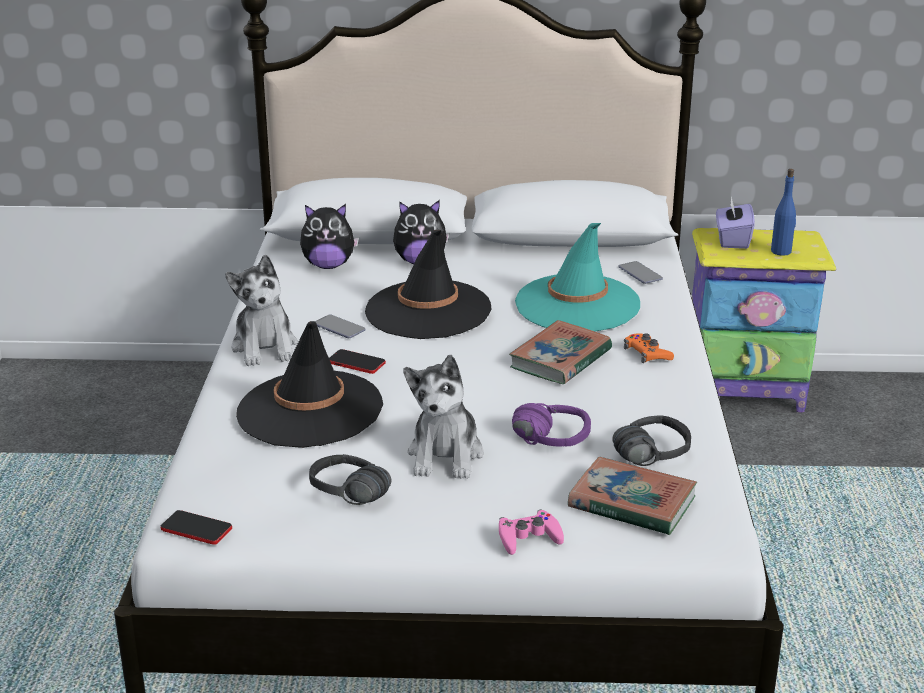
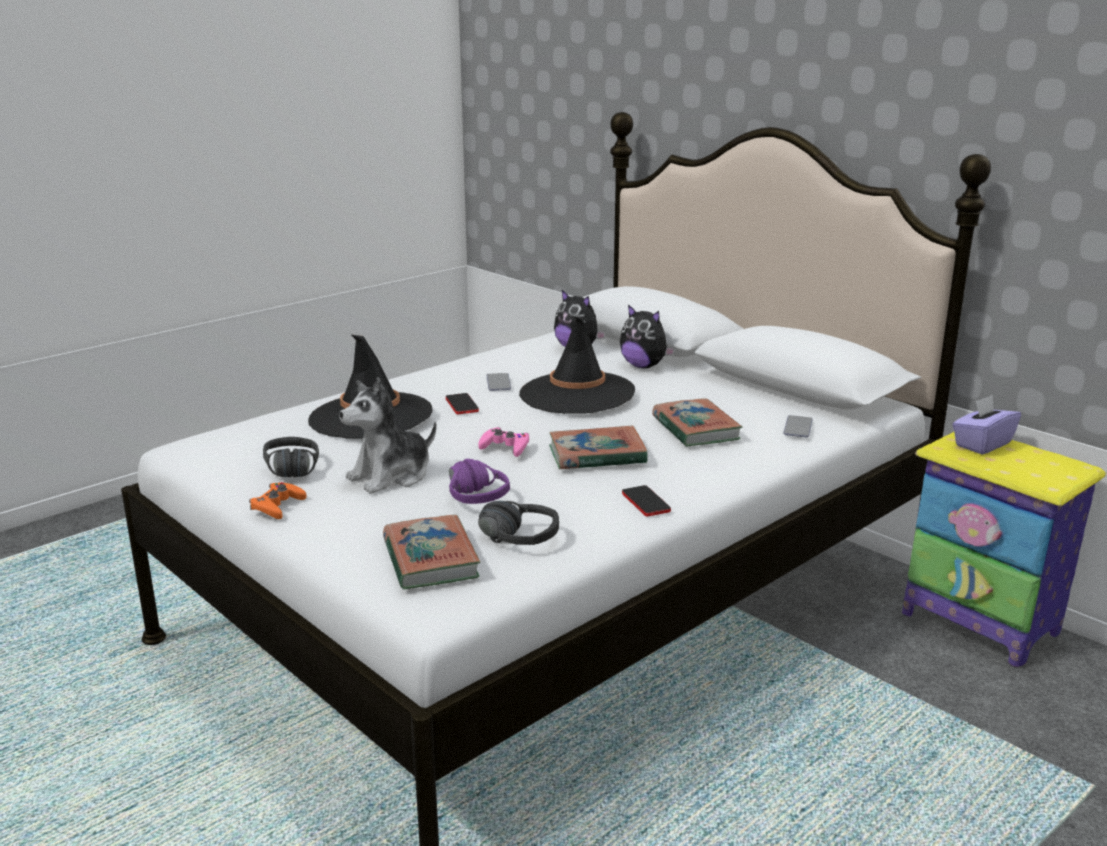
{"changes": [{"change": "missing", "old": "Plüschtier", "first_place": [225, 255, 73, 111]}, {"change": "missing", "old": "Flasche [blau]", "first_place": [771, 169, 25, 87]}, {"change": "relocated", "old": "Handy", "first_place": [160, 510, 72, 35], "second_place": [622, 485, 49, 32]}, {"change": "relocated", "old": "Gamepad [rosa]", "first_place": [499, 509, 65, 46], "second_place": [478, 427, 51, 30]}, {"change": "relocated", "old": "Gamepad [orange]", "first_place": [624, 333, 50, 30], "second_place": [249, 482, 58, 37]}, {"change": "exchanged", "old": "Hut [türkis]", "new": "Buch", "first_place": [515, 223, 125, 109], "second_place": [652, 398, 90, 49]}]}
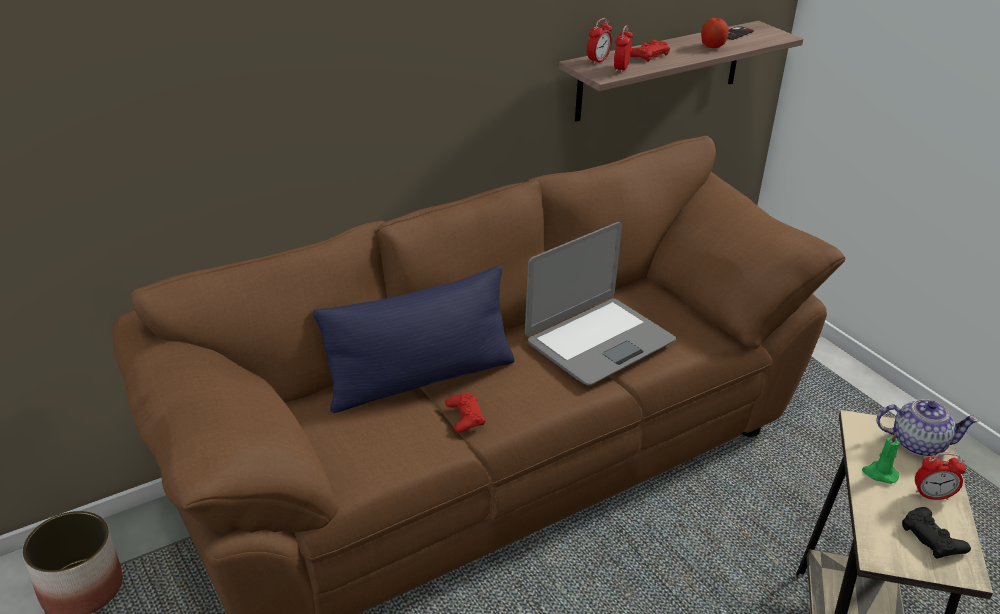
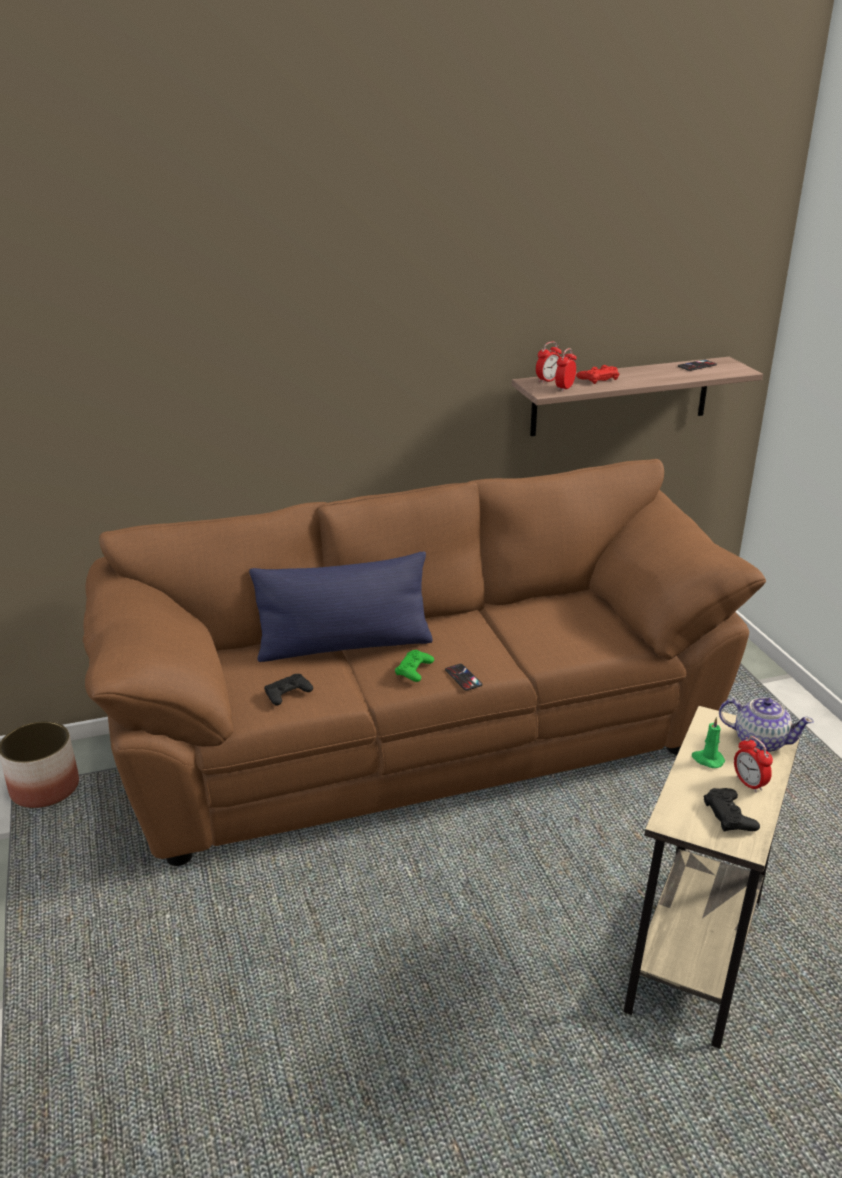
{"changes": [{"change": "missing", "old": "Gamepad [rot]", "first_place": [445, 393, 40, 40]}, {"change": "missing", "old": "Laptop", "first_place": [525, 222, 151, 163]}, {"change": "missing", "old": "Apfel", "first_place": [701, 18, 28, 30]}, {"change": "appeared", "new": "Gamepad [schwarz]", "second_place": [264, 674, 49, 32]}, {"change": "appeared", "new": "Gamepad [grün]", "second_place": [395, 650, 39, 32]}, {"change": "appeared", "new": "Handy", "second_place": [445, 664, 37, 27]}, {"change": "spun", "old": "Wecker", "first_place": [915, 453, 51, 47], "second_place": [734, 736, 39, 57], "degrees": 45}]}
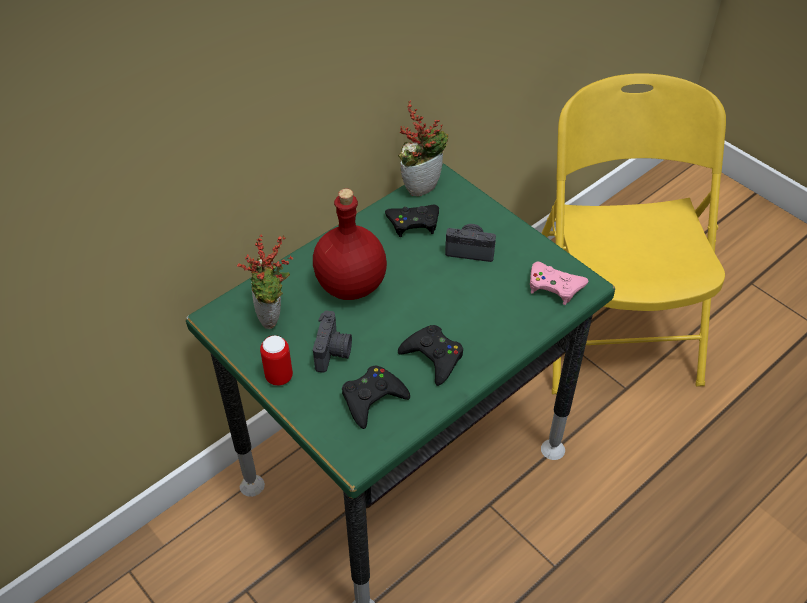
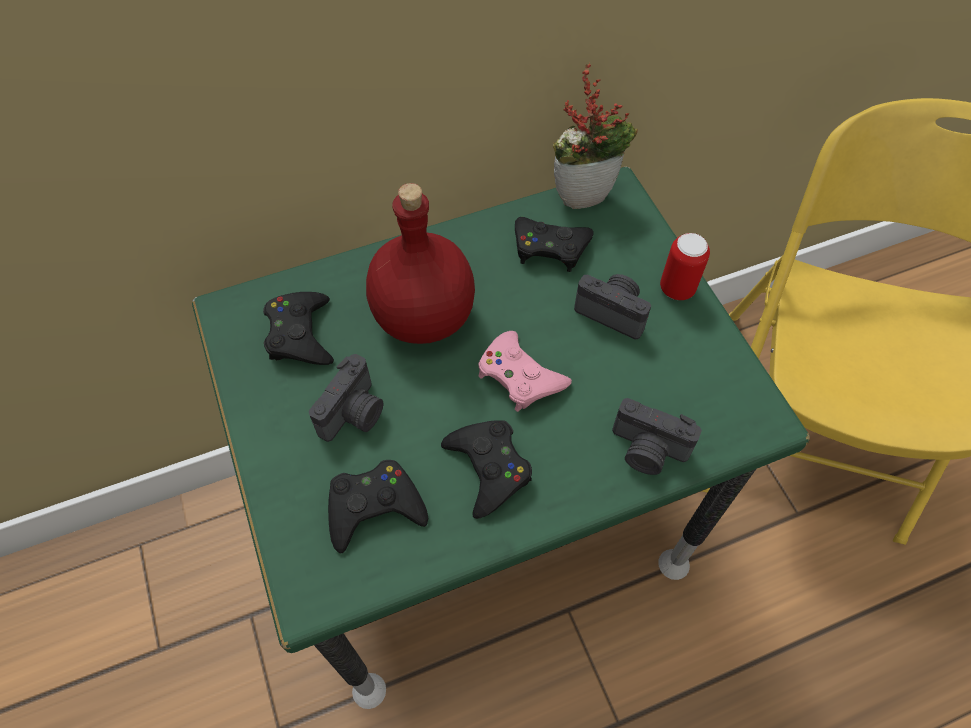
{"changes": [{"change": "appeared", "new": "Kamera", "second_place": [612, 398, 90, 77]}, {"change": "relocated", "old": "Dose", "first_place": [260, 335, 33, 51], "second_place": [660, 233, 50, 67]}, {"change": "relocated", "old": "Gamepad [rosa]", "first_place": [530, 262, 59, 43], "second_place": [478, 331, 94, 81]}, {"change": "exchanged", "old": "Topfpflanze", "new": "Gamepad [schwarz]", "first_place": [237, 235, 56, 94], "second_place": [263, 292, 71, 73]}]}
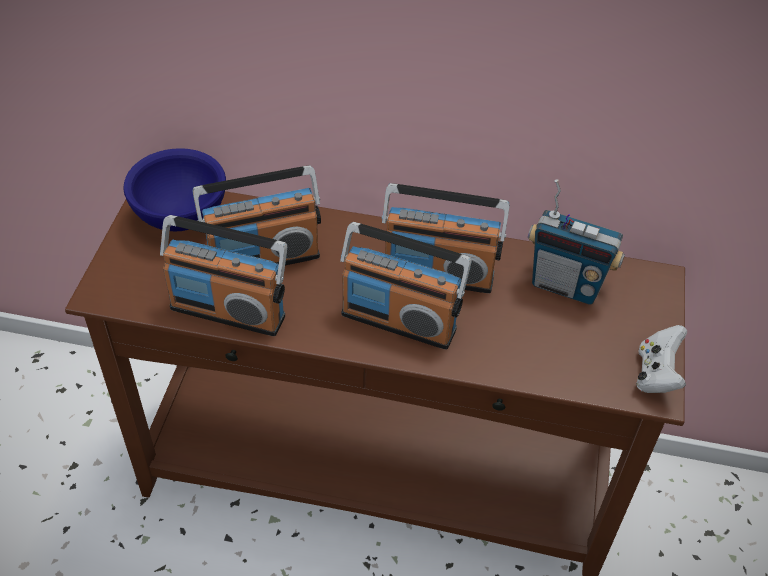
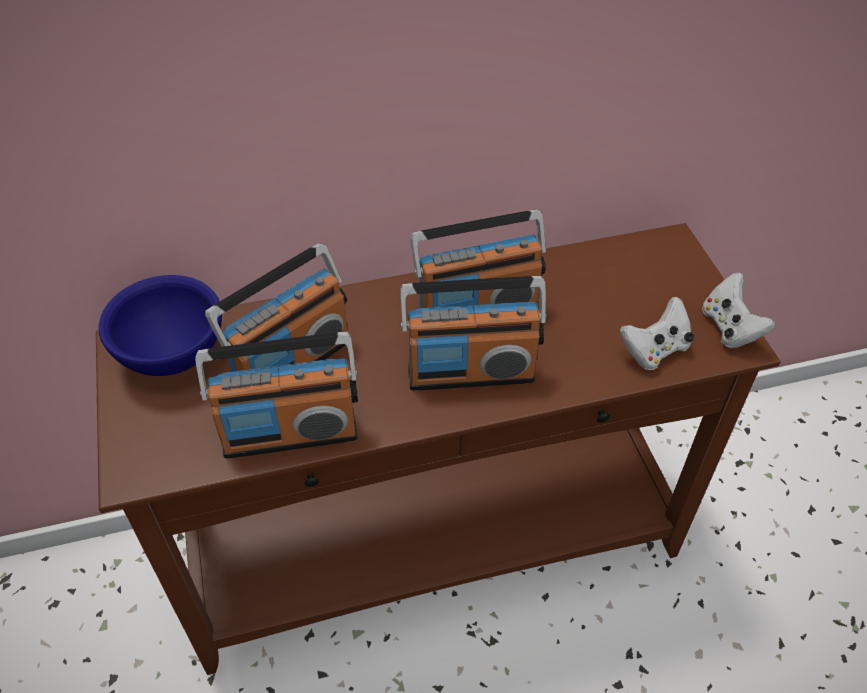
{"changes": [{"change": "missing", "old": "Radio", "first_place": [528, 179, 97, 126]}, {"change": "appeared", "new": "Gamepad [weiß]", "second_place": [620, 297, 74, 73]}]}
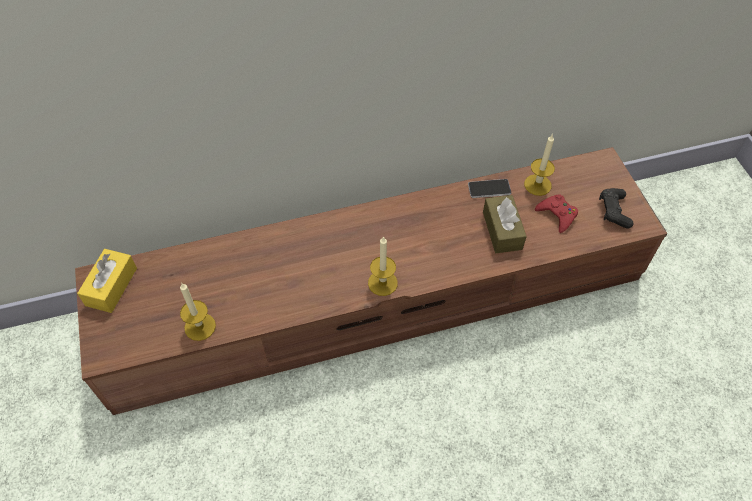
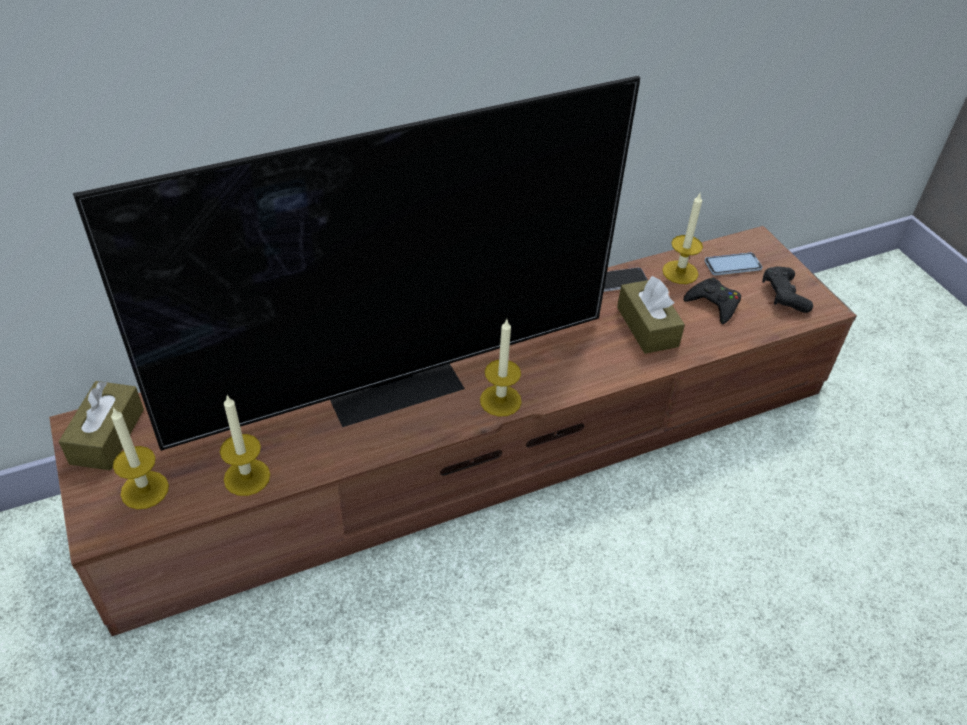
{"changes": [{"change": "appeared", "new": "Fernseher", "second_place": [73, 76, 567, 375]}, {"change": "appeared", "new": "Kerze", "second_place": [111, 407, 58, 102]}, {"change": "appeared", "new": "Handy", "second_place": [704, 253, 58, 22]}, {"change": "colour", "old": "Taschentuchbox [gelb]", "new": "Taschentuchbox [braun]", "first_place": [77, 249, 60, 64], "second_place": [58, 381, 86, 89]}, {"change": "colour", "old": "Gamepad [rot]", "new": "Gamepad [schwarz]", "first_place": [535, 194, 43, 39], "second_place": [684, 277, 57, 47]}]}
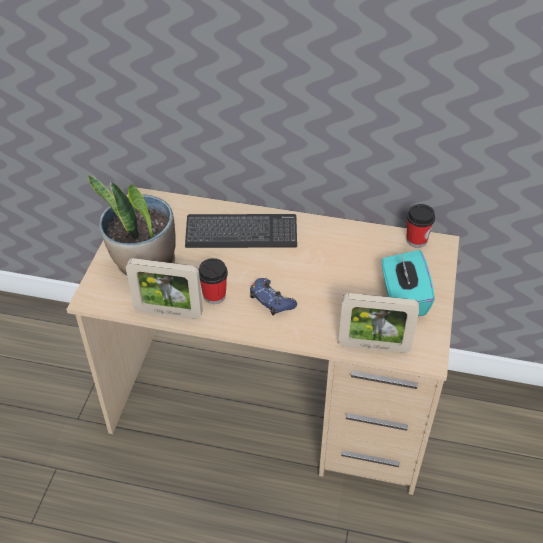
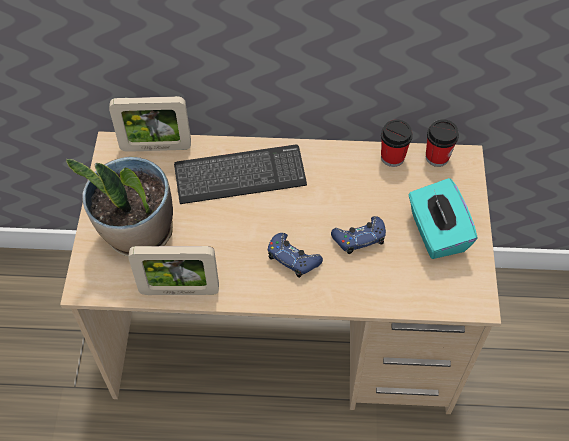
{"changes": [{"change": "appeared", "new": "Gamepad [blau]", "second_place": [331, 216, 55, 38]}, {"change": "relocated", "old": "Tasse", "first_place": [198, 258, 30, 46], "second_place": [381, 120, 32, 47]}, {"change": "relocated", "old": "Bilderrahmen", "first_place": [338, 293, 81, 60], "second_place": [109, 96, 82, 56]}]}
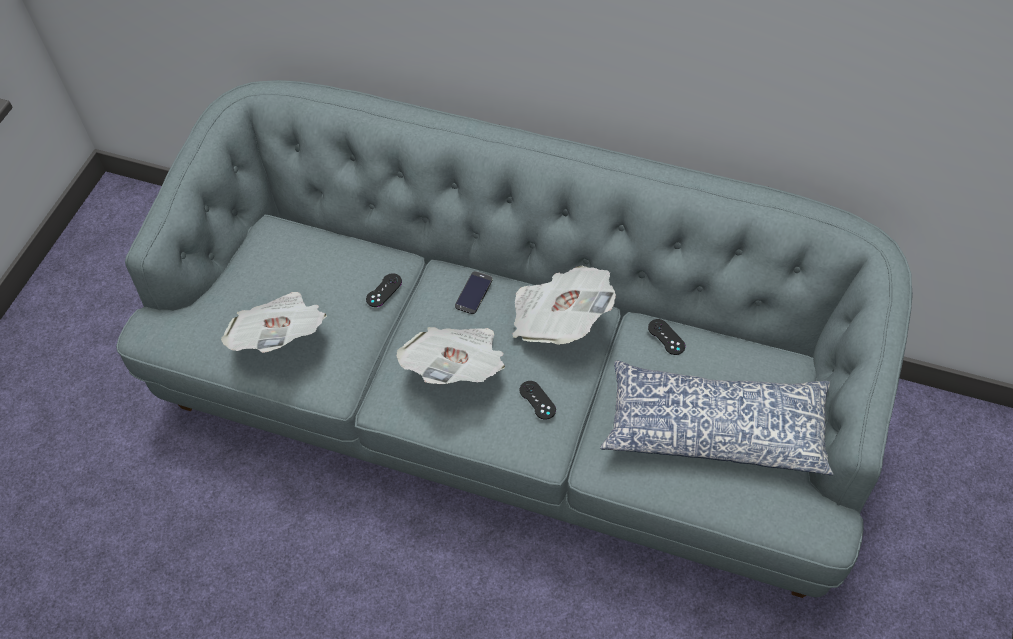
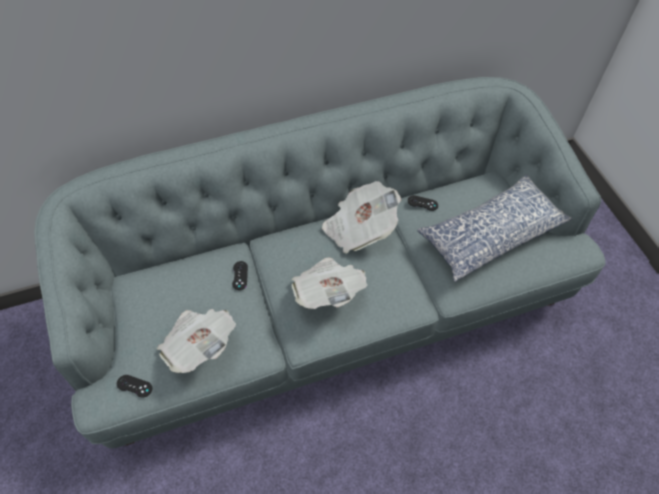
{"changes": [{"change": "missing", "old": "Handy", "first_place": [455, 271, 38, 43]}, {"change": "relocated", "old": "Gamepad [schwarz]", "first_place": [519, 381, 37, 39], "second_place": [117, 375, 35, 23]}]}
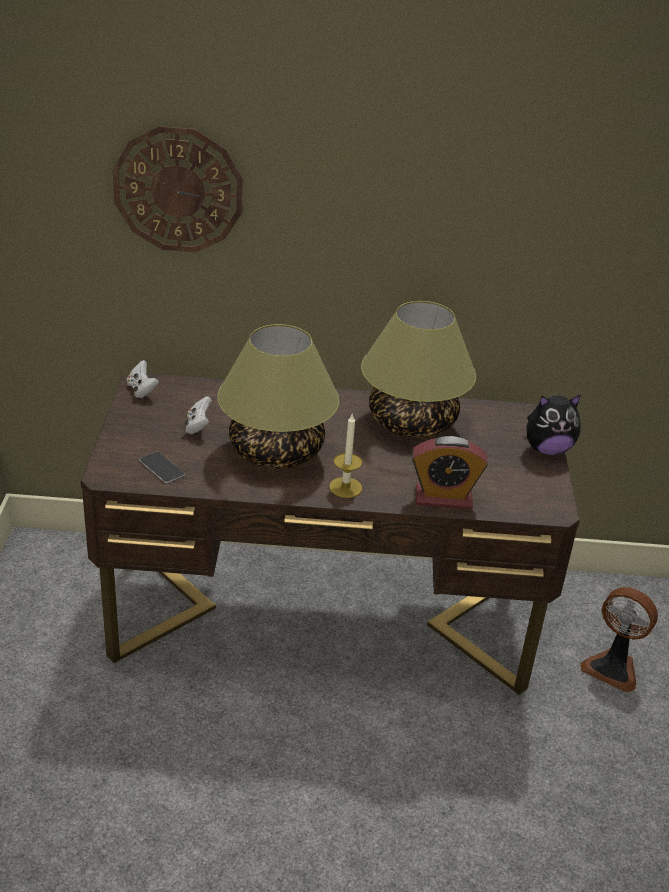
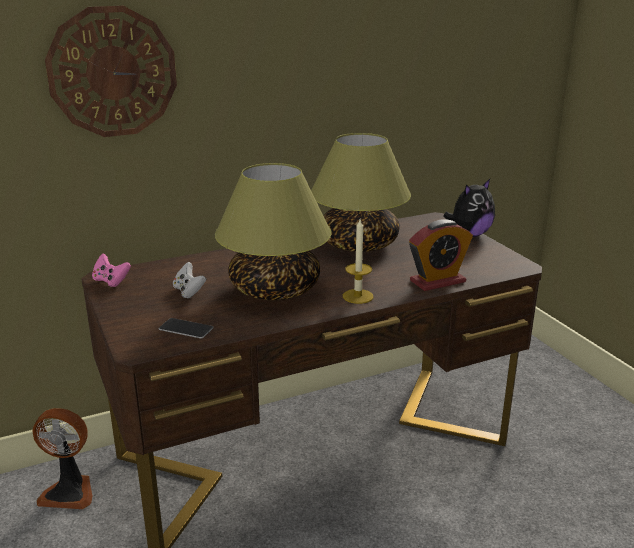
{"changes": [{"change": "relocated", "old": "Ventilator", "first_place": [580, 587, 78, 106], "second_place": [32, 408, 60, 101]}, {"change": "colour", "old": "Gamepad [weiß]", "new": "Gamepad [rosa]", "first_place": [127, 360, 32, 38], "second_place": [92, 253, 39, 34]}]}
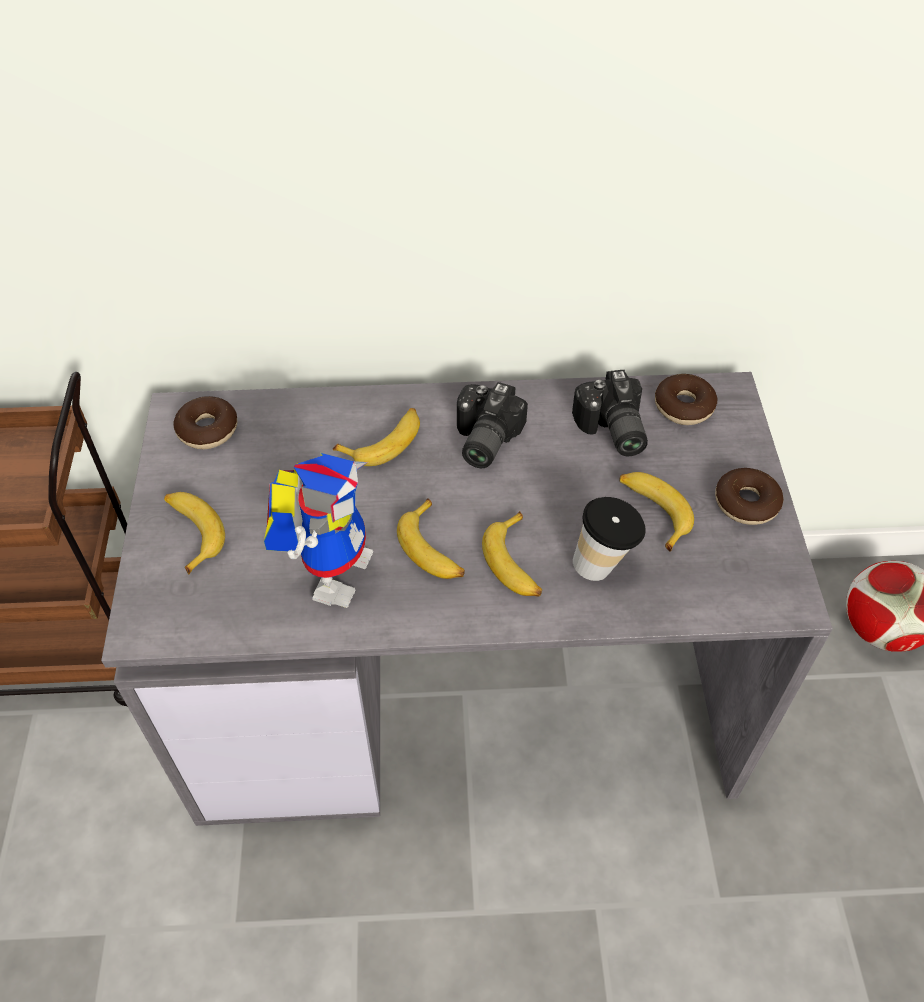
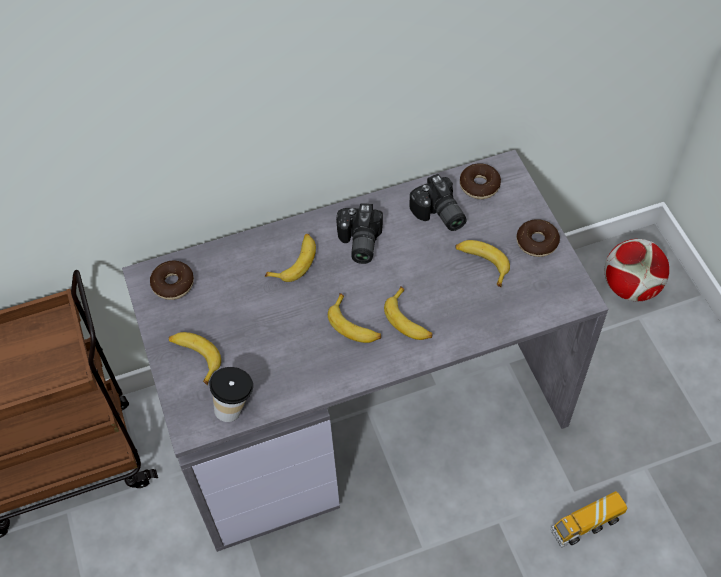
{"changes": [{"change": "missing", "old": "Spielzeugroboter", "first_place": [264, 453, 109, 155]}, {"change": "appeared", "new": "Spielzeuglaster", "second_place": [551, 491, 77, 57]}, {"change": "relocated", "old": "Tasse", "first_place": [573, 497, 73, 84], "second_place": [209, 367, 44, 55]}]}
